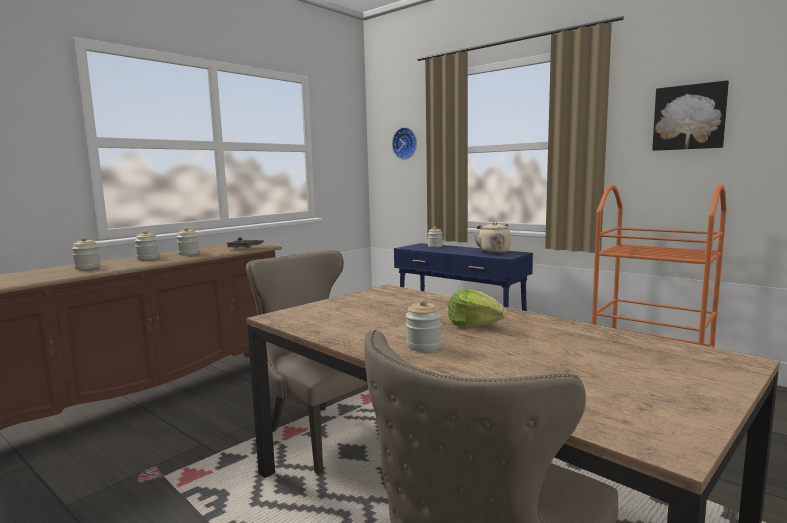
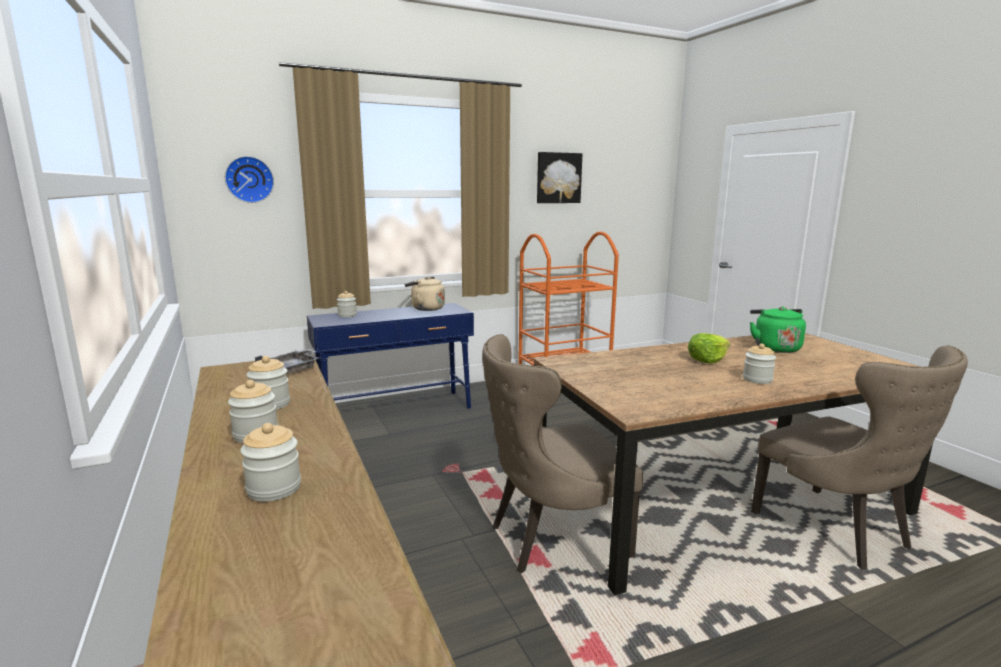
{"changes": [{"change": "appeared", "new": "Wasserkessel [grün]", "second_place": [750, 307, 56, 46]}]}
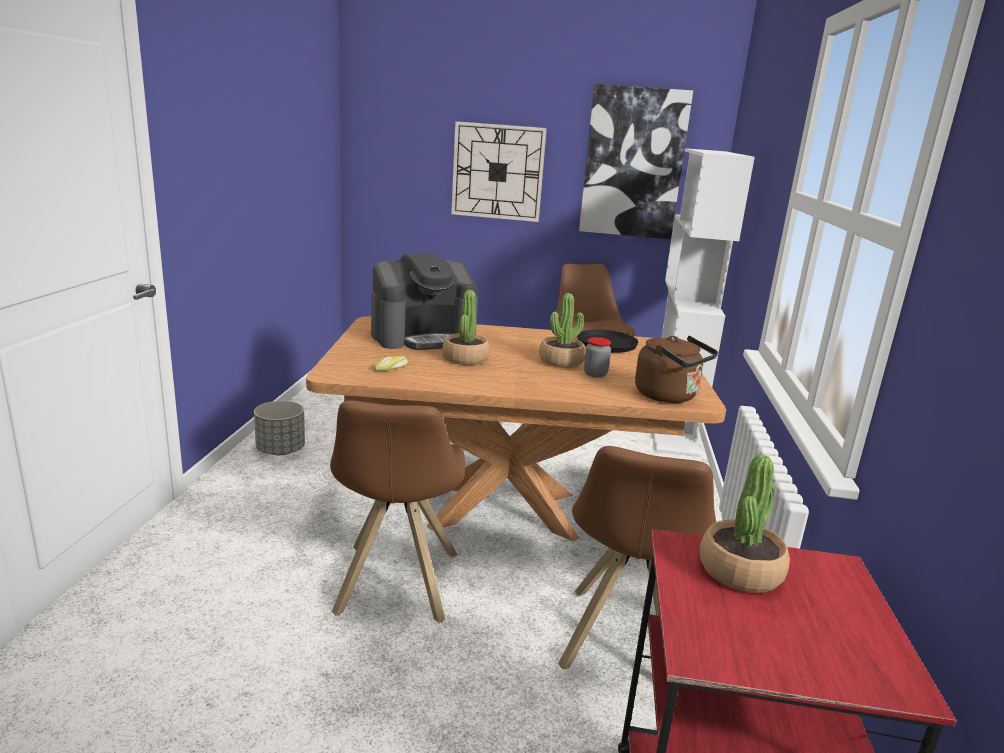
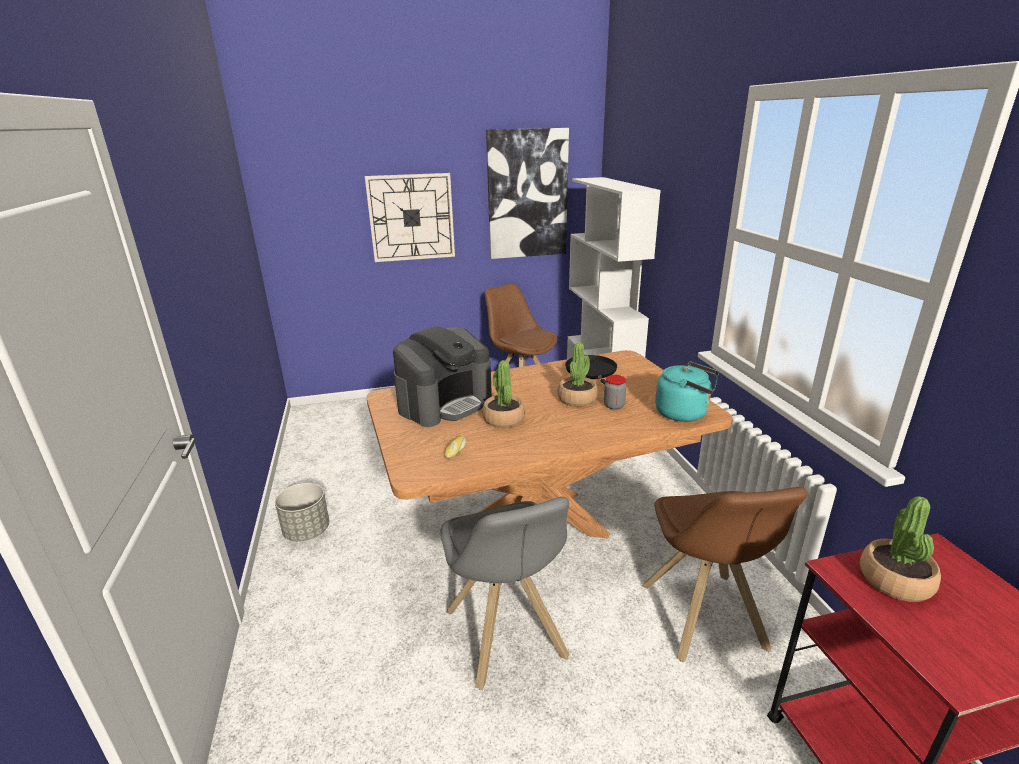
{"changes": [{"change": "colour", "old": "Stuhl [braun]", "new": "Stuhl [grau]", "first_place": [330, 400, 135, 223], "second_place": [441, 497, 129, 193]}, {"change": "colour", "old": "Wasserkessel [braun]", "new": "Wasserkessel [türkis]", "first_place": [635, 336, 83, 67], "second_place": [655, 361, 64, 61]}]}
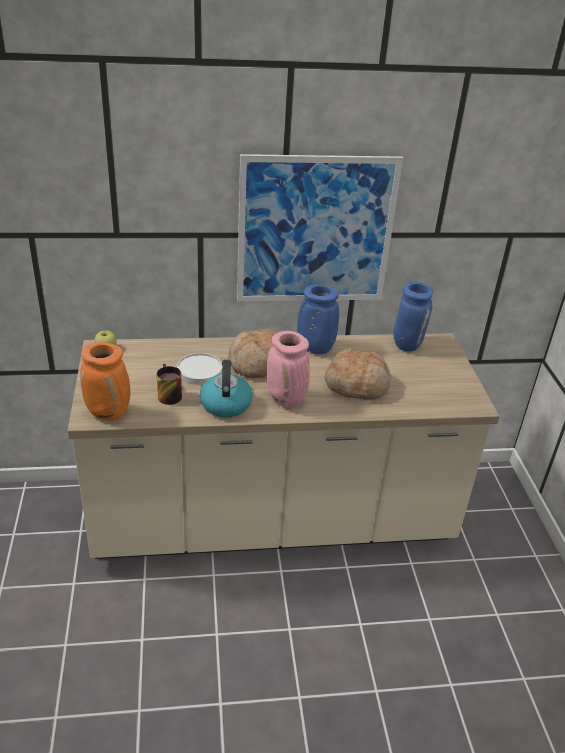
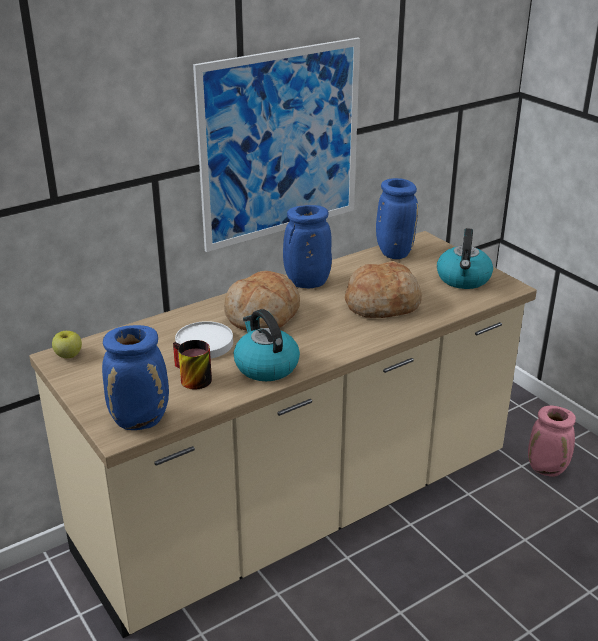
{"changes": [{"change": "appeared", "new": "Wasserkessel", "second_place": [437, 228, 56, 61]}, {"change": "relocated", "old": "Vase [rosa]", "first_place": [267, 331, 43, 77], "second_place": [528, 406, 48, 71]}, {"change": "colour", "old": "Vase [orange]", "new": "Vase [blau]", "first_place": [80, 342, 50, 79], "second_place": [102, 325, 67, 105]}]}
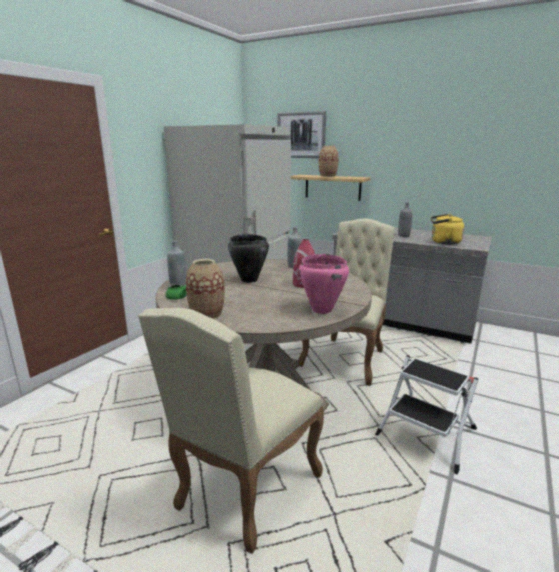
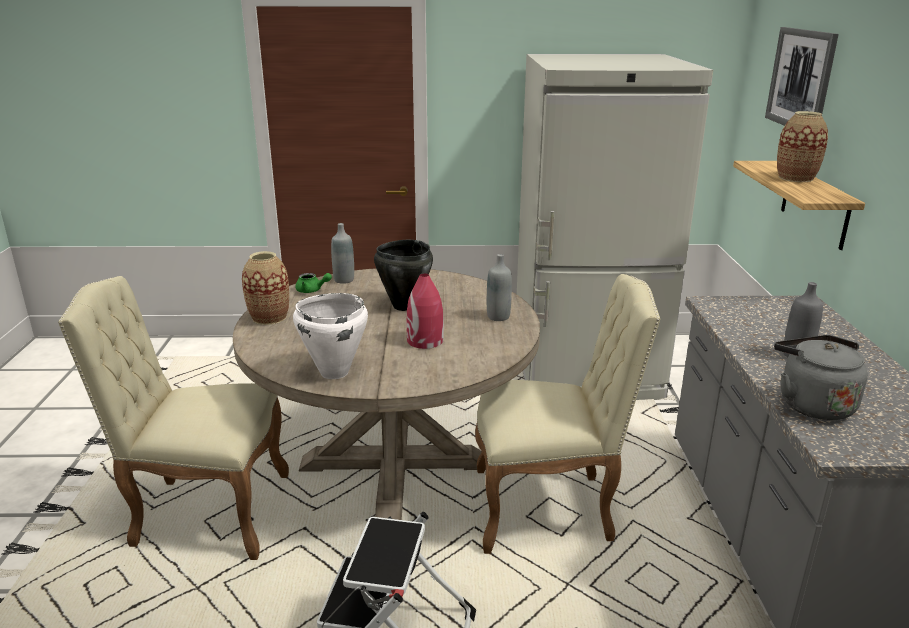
{"changes": [{"change": "colour", "old": "Kochtopf [rosa]", "new": "Kochtopf [weiß]", "first_place": [299, 254, 50, 60], "second_place": [293, 293, 75, 86]}, {"change": "colour", "old": "Wasserkessel [gelb]", "new": "Wasserkessel [grau]", "first_place": [431, 214, 33, 31], "second_place": [774, 335, 94, 85]}]}
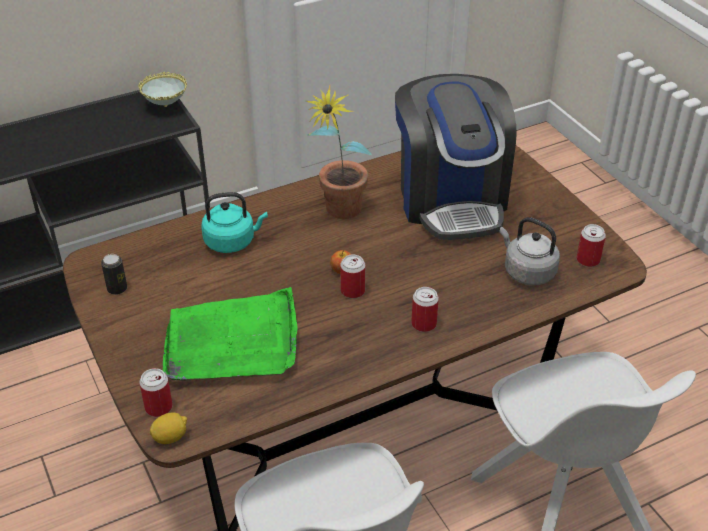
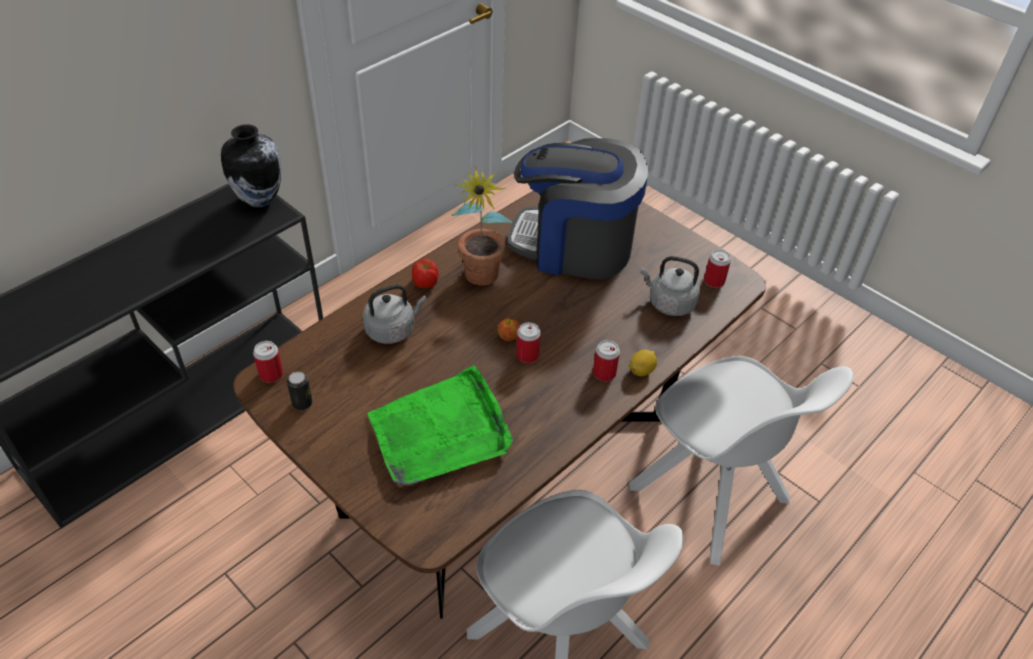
{"changes": [{"change": "appeared", "new": "Tomate", "second_place": [412, 259, 27, 29]}, {"change": "relocated", "old": "Dose", "first_place": [139, 368, 34, 49], "second_place": [253, 341, 30, 42]}, {"change": "relocated", "old": "Zitrone", "first_place": [150, 412, 37, 32], "second_place": [630, 350, 27, 26]}, {"change": "exchanged", "old": "Schüssel", "new": "Vase", "first_place": [138, 72, 49, 35], "second_place": [221, 124, 60, 83]}, {"change": "colour", "old": "Wasserkessel [türkis]", "new": "Wasserkessel [grau]", "first_place": [201, 192, 67, 61], "second_place": [363, 284, 64, 60]}, {"change": "spun", "old": "Kaffeemaschine", "first_place": [395, 74, 122, 166], "second_place": [508, 138, 140, 141], "degrees": 135}]}
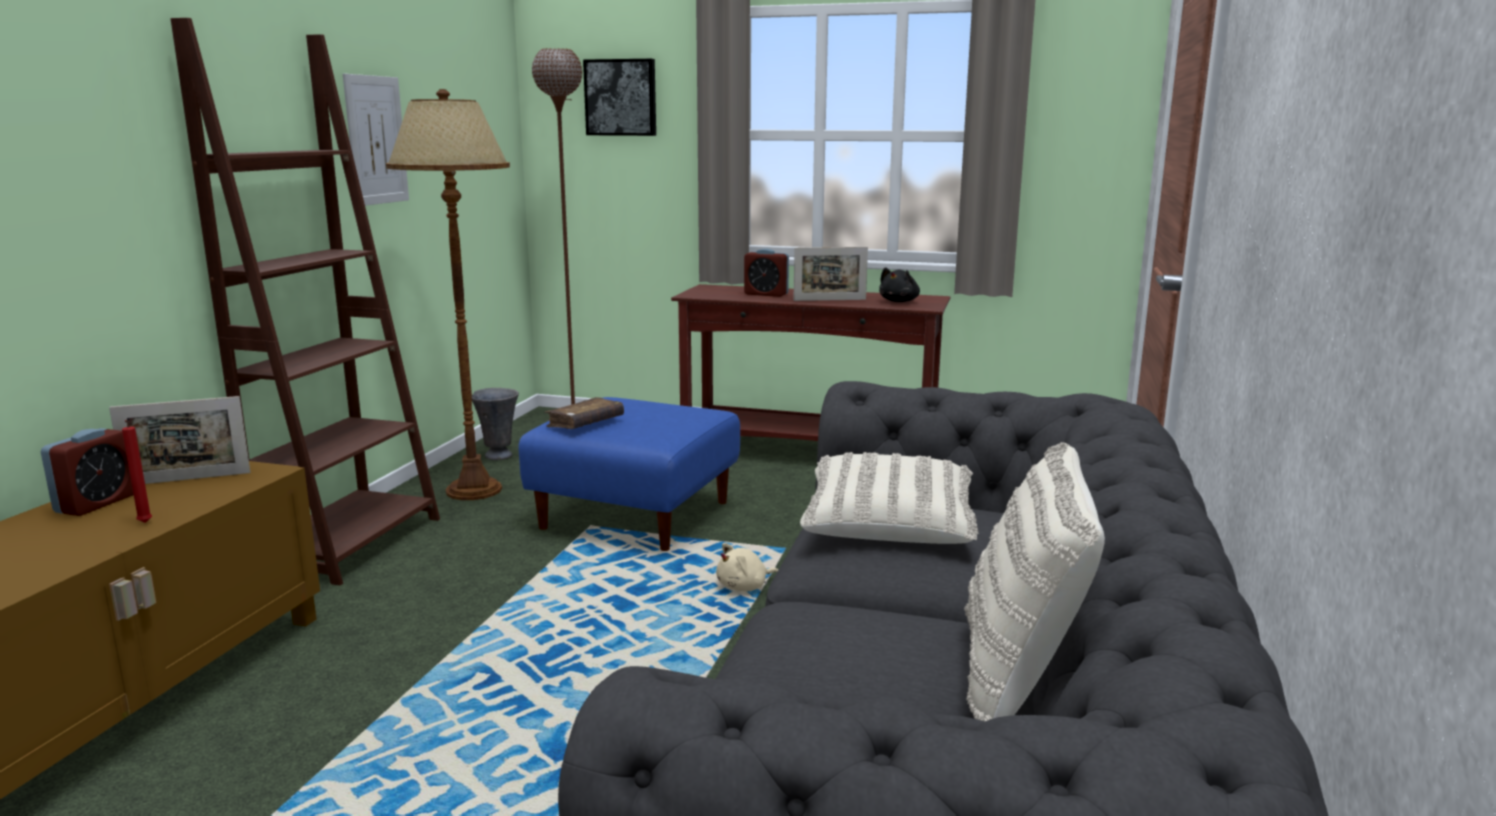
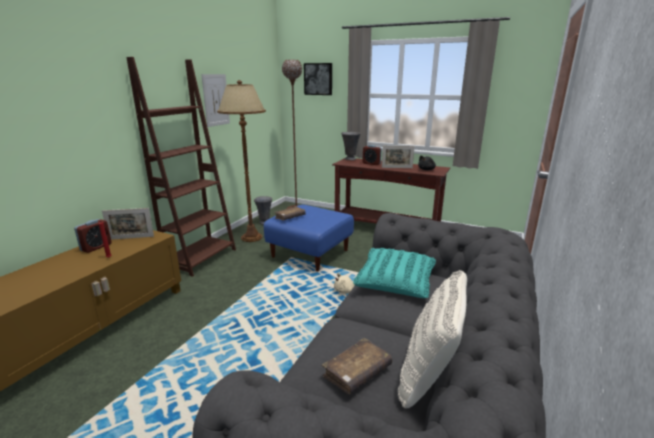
{"changes": [{"change": "appeared", "new": "Buch [braun]", "second_place": [321, 338, 71, 56]}, {"change": "appeared", "new": "Vase [grau]", "second_place": [341, 132, 20, 28]}, {"change": "colour", "old": "Kissen [beige]", "new": "Kissen [türkis]", "first_place": [800, 452, 179, 92], "second_place": [353, 248, 83, 50]}]}
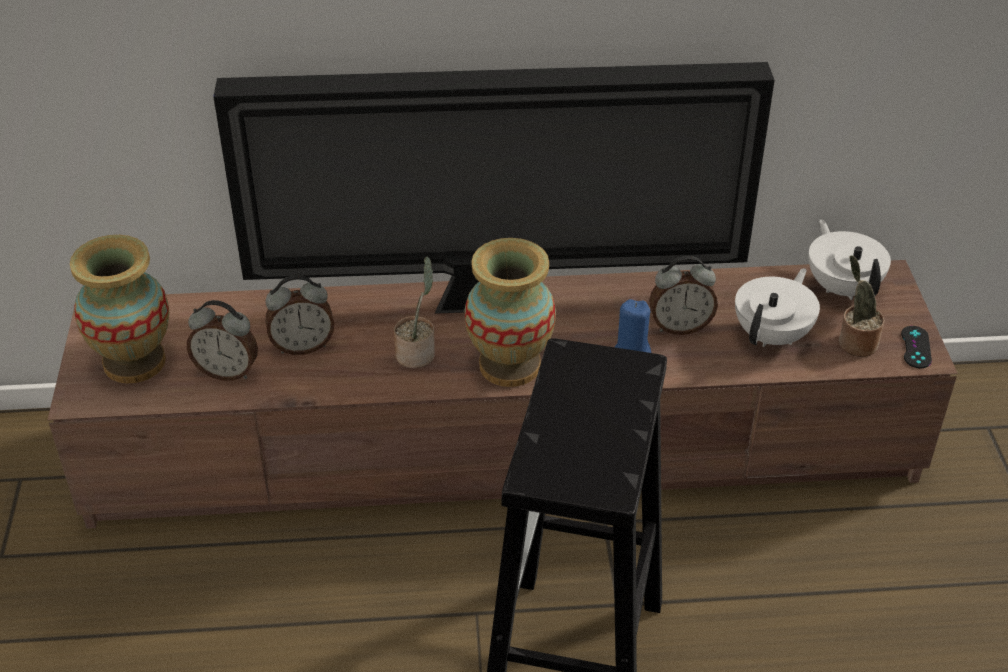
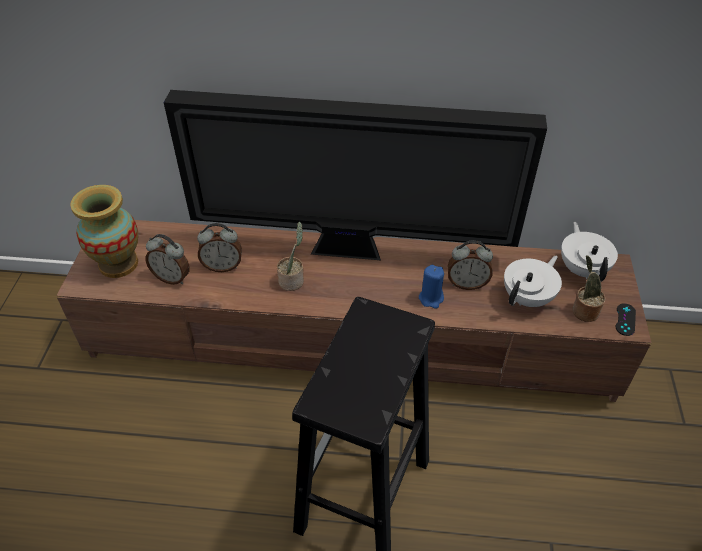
{"changes": [{"change": "missing", "old": "Vase", "first_place": [464, 238, 92, 149]}]}
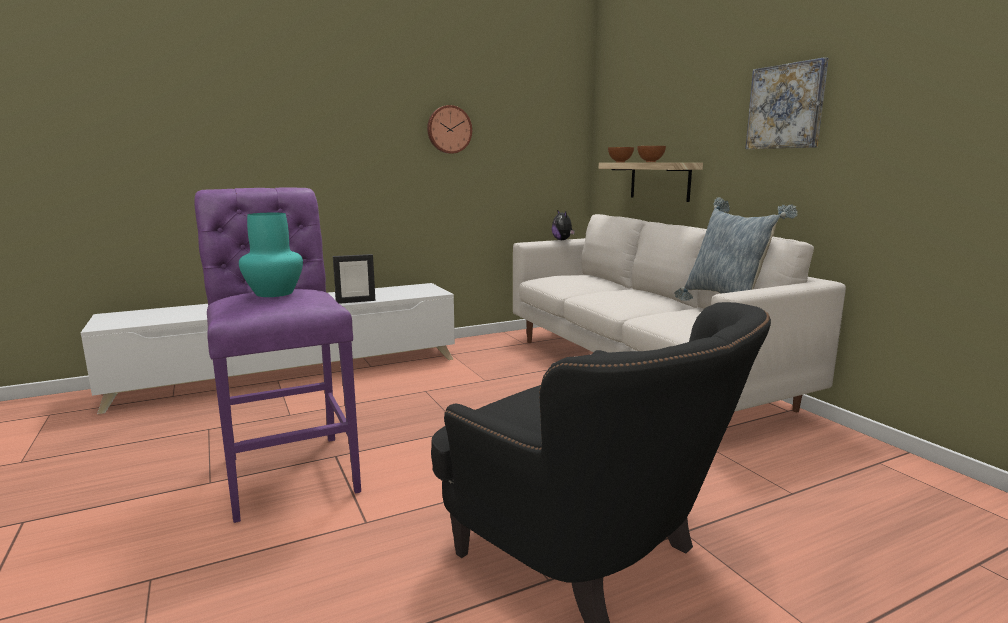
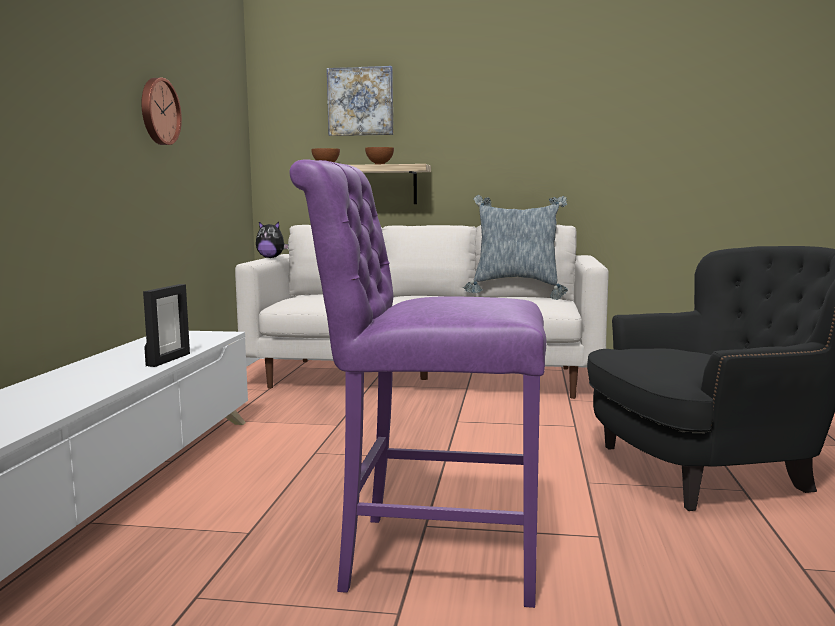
{"changes": [{"change": "missing", "old": "Vase [türkis]", "first_place": [239, 213, 64, 84]}, {"change": "relocated", "old": "Bild", "first_place": [745, 57, 84, 92], "second_place": [327, 66, 66, 70]}]}
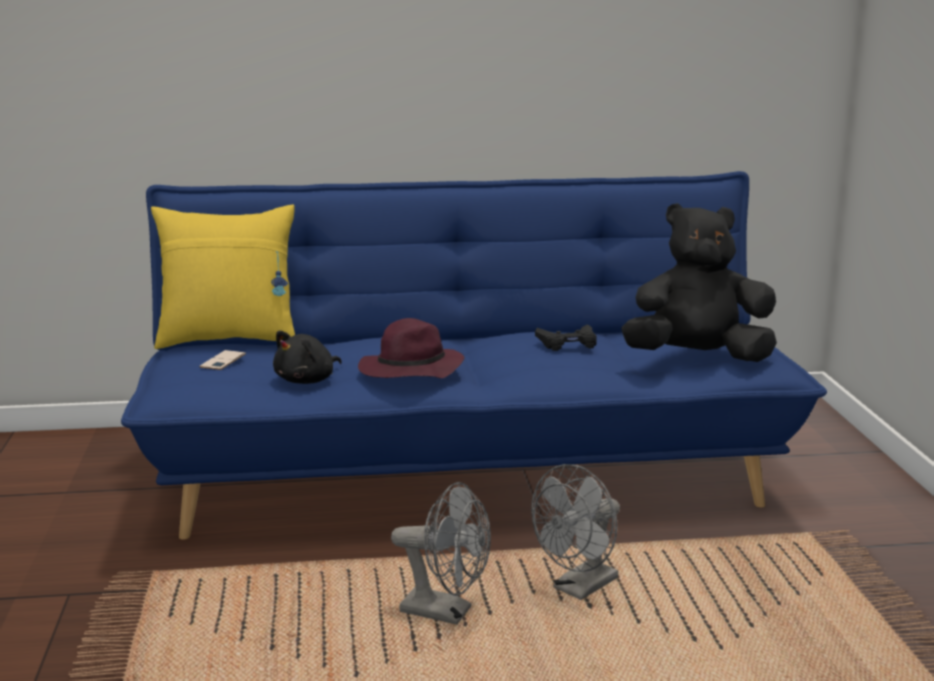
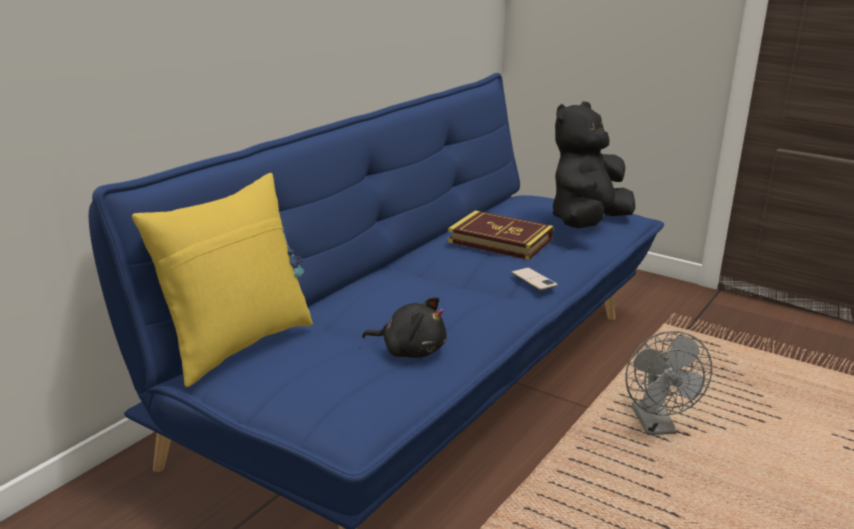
{"changes": [{"change": "missing", "old": "Hut [lila]", "first_place": [358, 318, 107, 60]}, {"change": "missing", "old": "Ventilator [grau]", "first_place": [391, 482, 100, 143]}, {"change": "relocated", "old": "Handy", "first_place": [199, 350, 47, 20], "second_place": [511, 267, 47, 23]}, {"change": "exchanged", "old": "Gamepad [schwarz]", "new": "Buch", "first_place": [535, 324, 62, 27], "second_place": [448, 210, 106, 50]}, {"change": "spun", "old": "Plüschtier [schwarz]", "first_place": [273, 331, 69, 53], "second_place": [362, 297, 85, 61], "degrees": -60}]}
